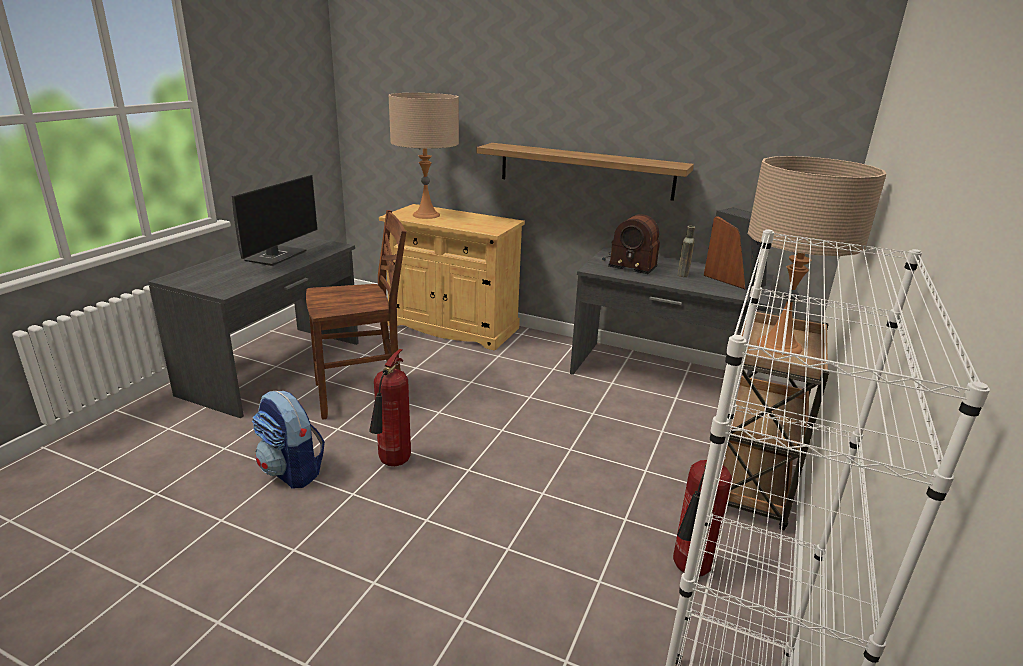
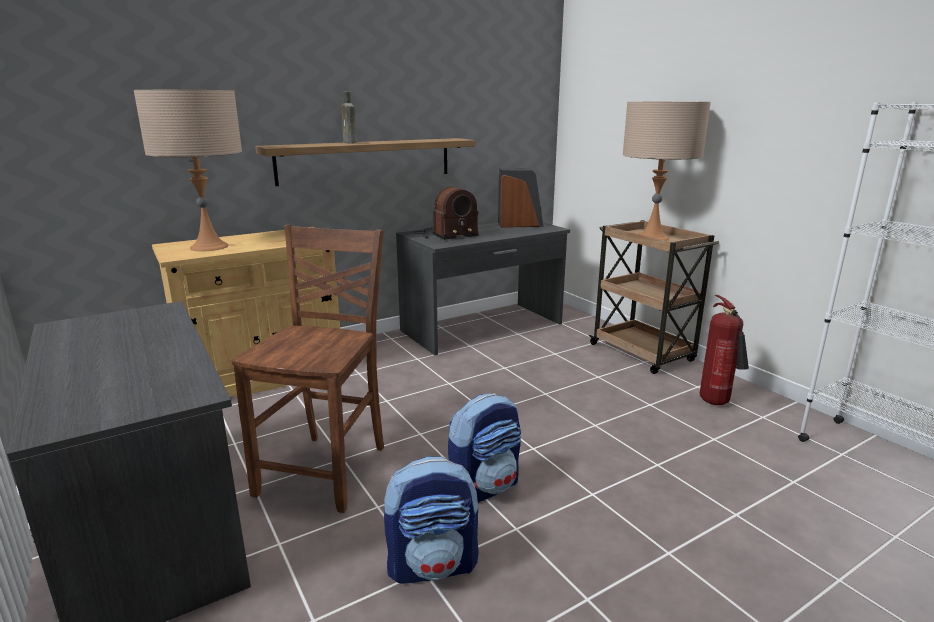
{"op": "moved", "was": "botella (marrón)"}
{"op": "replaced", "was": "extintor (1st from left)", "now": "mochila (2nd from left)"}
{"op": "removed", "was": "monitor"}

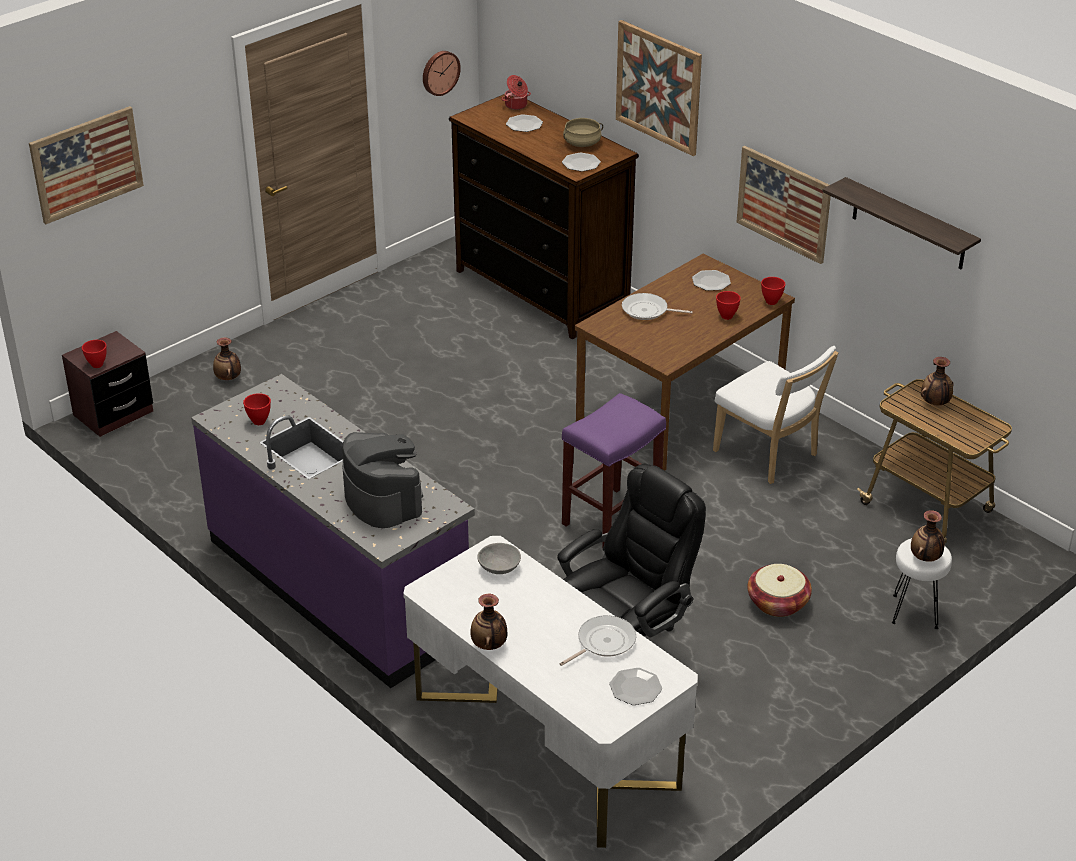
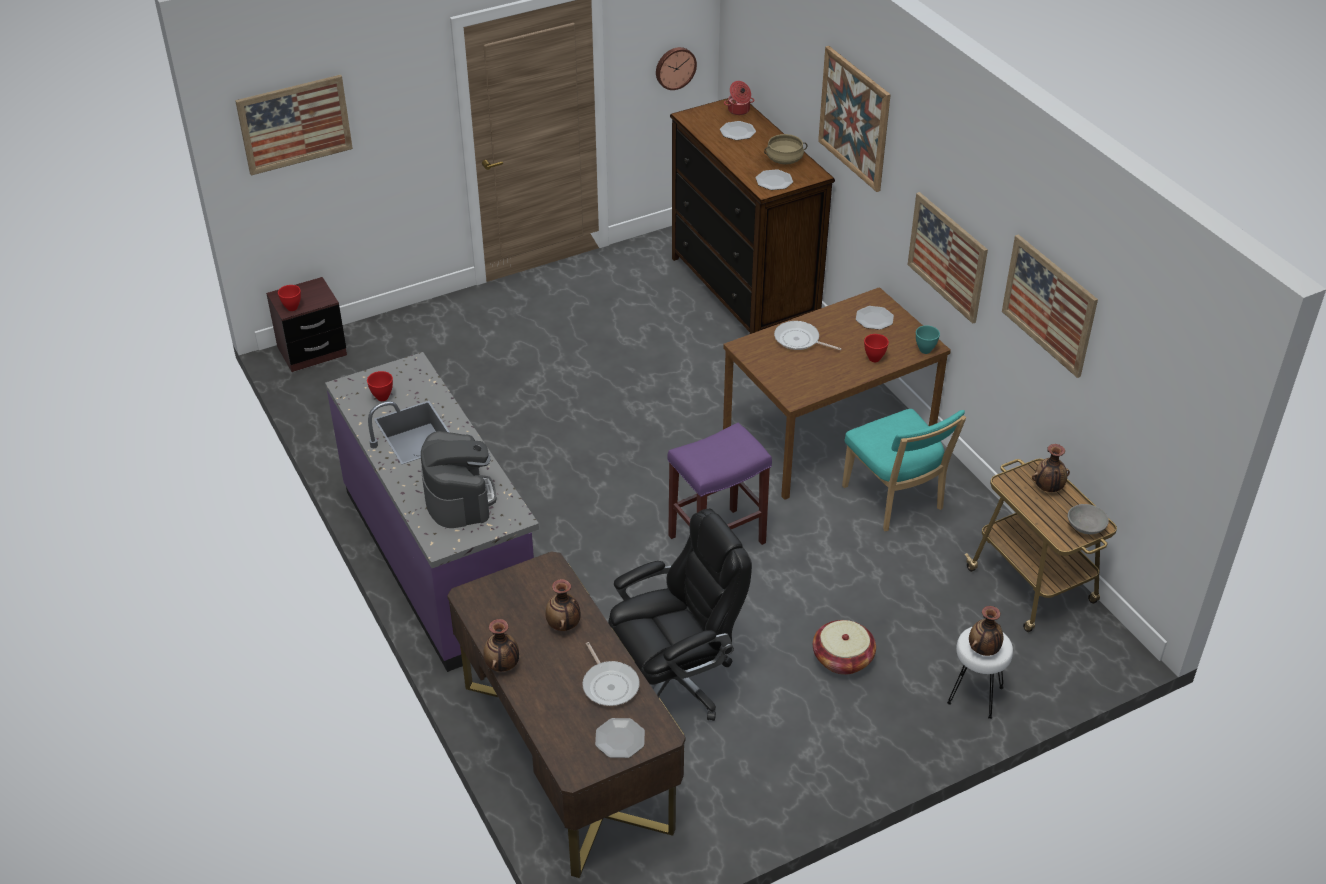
{"op": "recoloured", "was": "escritorio (blanco)", "now": "escritorio (marrón)"}
{"op": "moved", "was": "florero (1st from left in the first image)", "now": "florero (2nd from left)"}
{"op": "turned", "was": "sartén (1st from left)", "clockwise": 90}
{"op": "recoloured", "was": "silla (blanco)", "now": "silla (turquesa)"}
{"op": "recoloured", "was": "cuenco (rojo) (4th from left)", "now": "cuenco (turquesa)"}
{"op": "replaced", "was": "estante", "now": "cuadro (4th from left)"}
{"op": "moved", "was": "cuenco (gris)"}

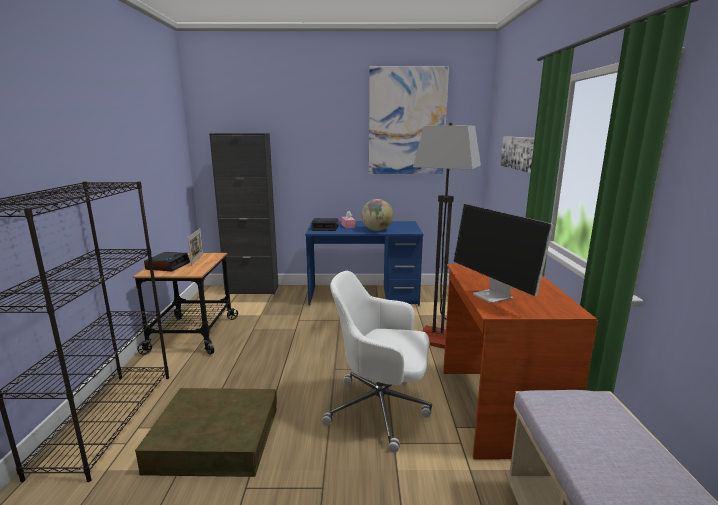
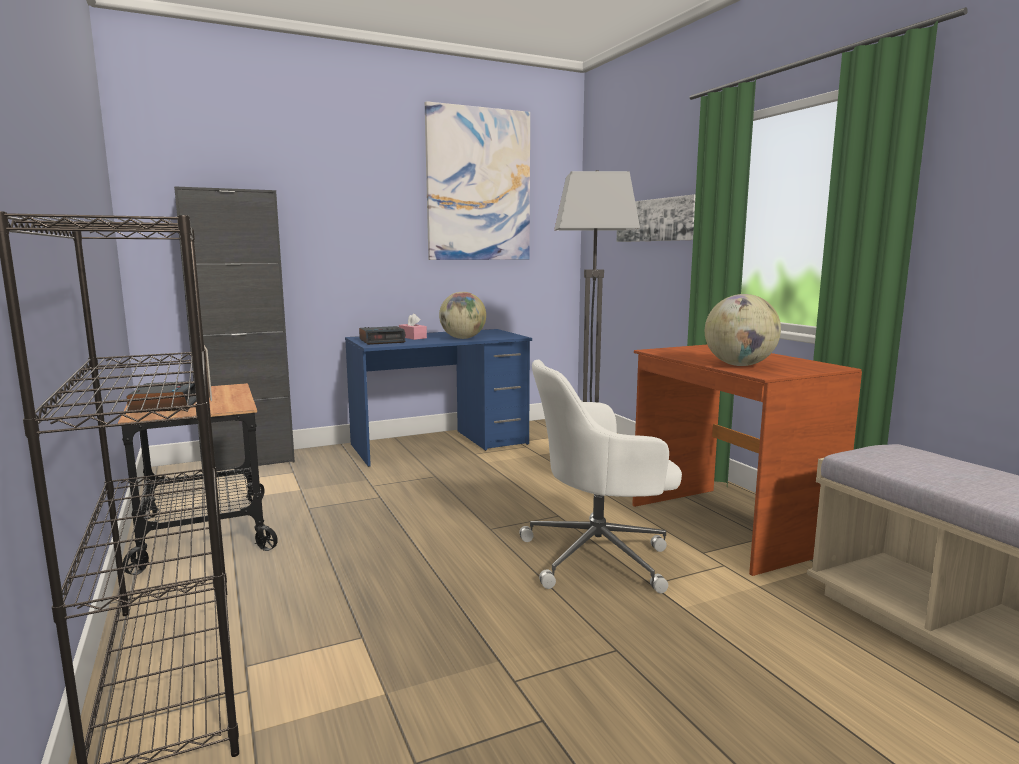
{"op": "replaced", "was": "monitor", "now": "globo terráqueo (2nd from left)"}
{"op": "removed", "was": "caja de almacenaje (marrón)"}

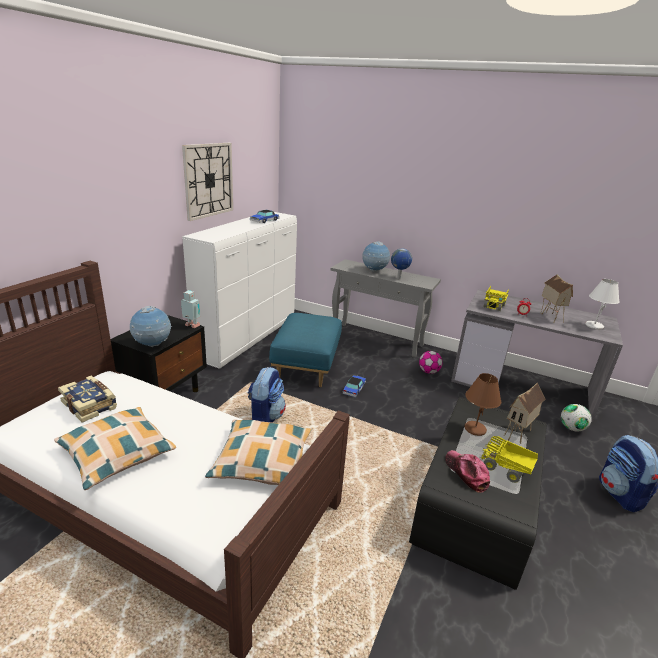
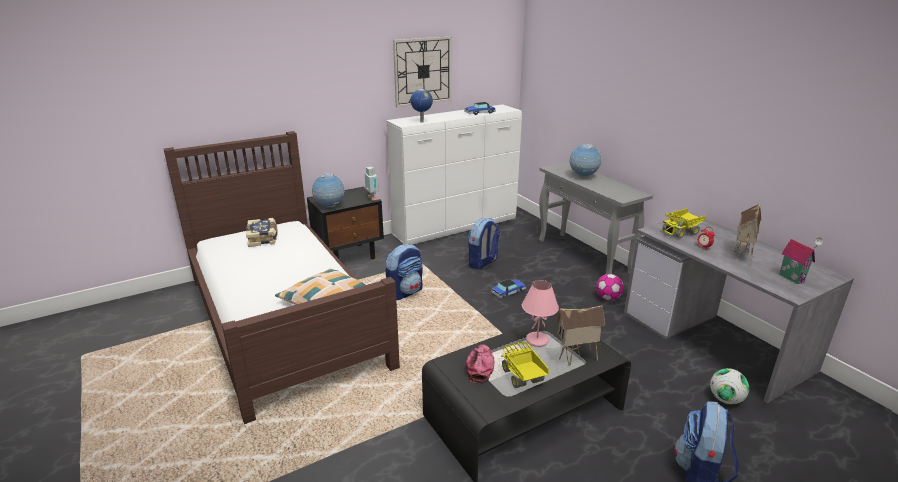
{"op": "moved", "was": "globo terráqueo (3rd from left in the first image)", "now": "globo terráqueo (2nd from left)"}
{"op": "replaced", "was": "puf (azul)", "now": "mochila (2nd from left)"}
{"op": "recoloured", "was": "lámpara de mesa (marrón)", "now": "lámpara de mesa (rosa)"}
{"op": "replaced", "was": "lámpara de mesa (blanco)", "now": "casita (3rd from left)"}
{"op": "removed", "was": "cojín (1st from left)"}

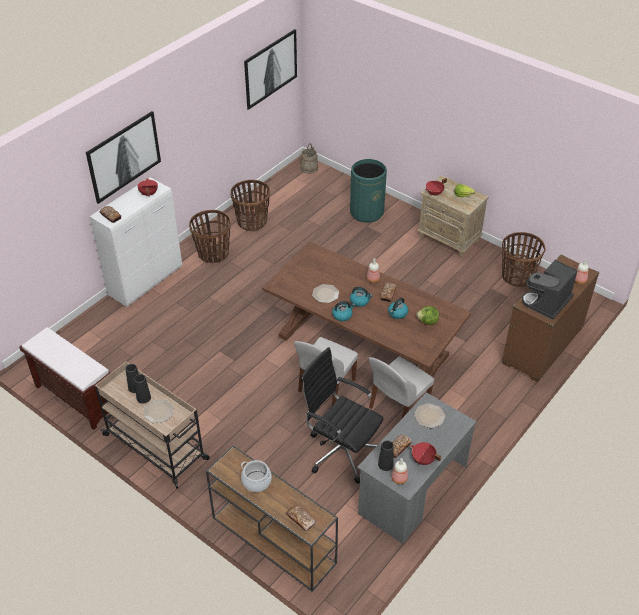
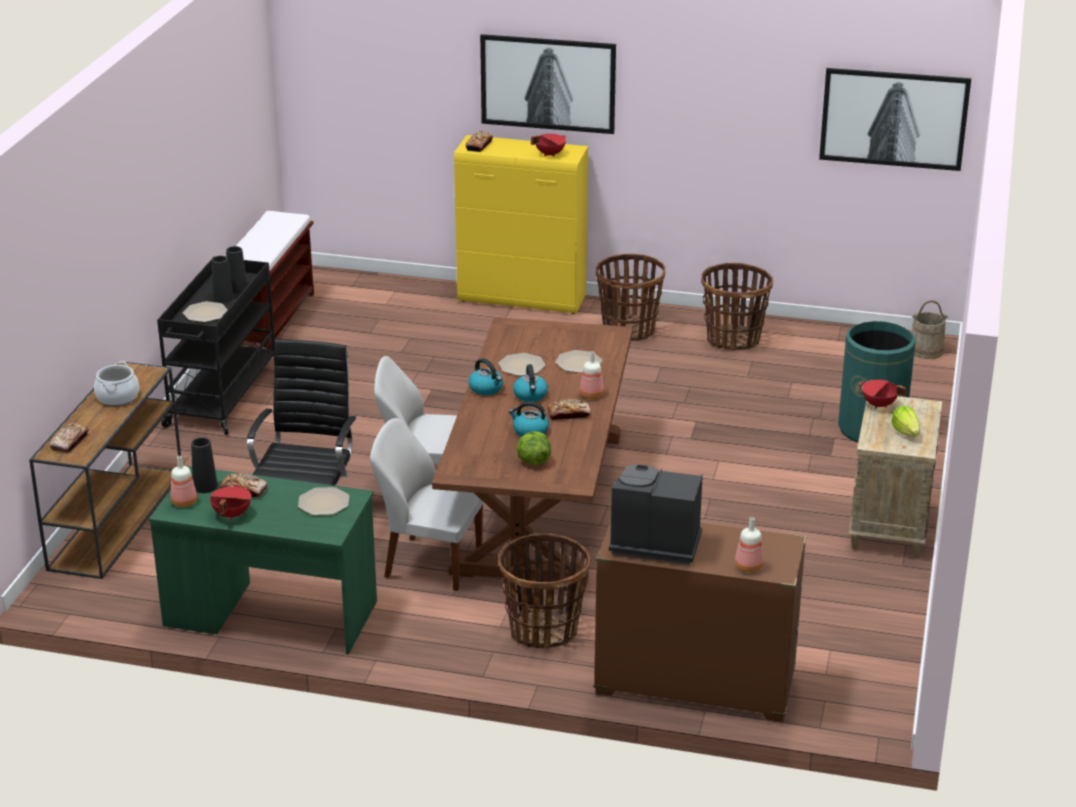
{"op": "recoloured", "was": "escritorio (gris)", "now": "escritorio (verde)"}
{"op": "recoloured", "was": "carrito (beis)", "now": "carrito (negro)"}
{"op": "recoloured", "was": "armario (blanco)", "now": "armario (amarillo)"}
{"op": "moved", "was": "cesta (3rd from left in the first image)", "now": "cesta (1st from left)"}
{"op": "added", "now": "plato (4th from left)"}

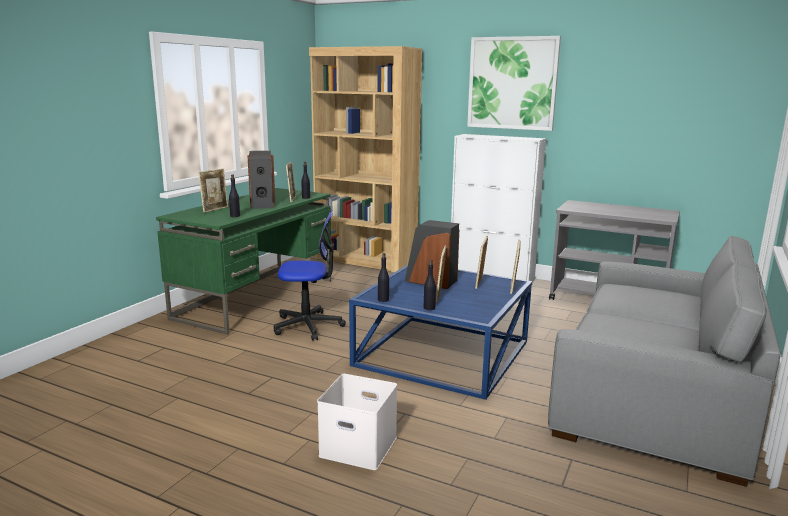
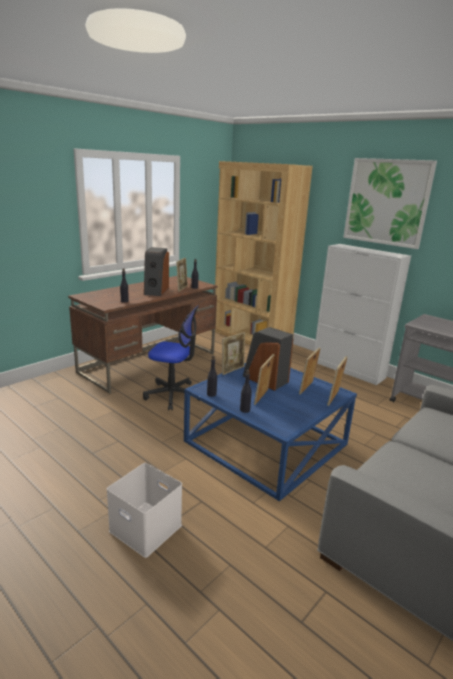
{"op": "recoloured", "was": "escritorio (verde)", "now": "escritorio (marrón)"}
{"op": "moved", "was": "portarretratos (1st from left in the first image)", "now": "portarretratos (2nd from left)"}

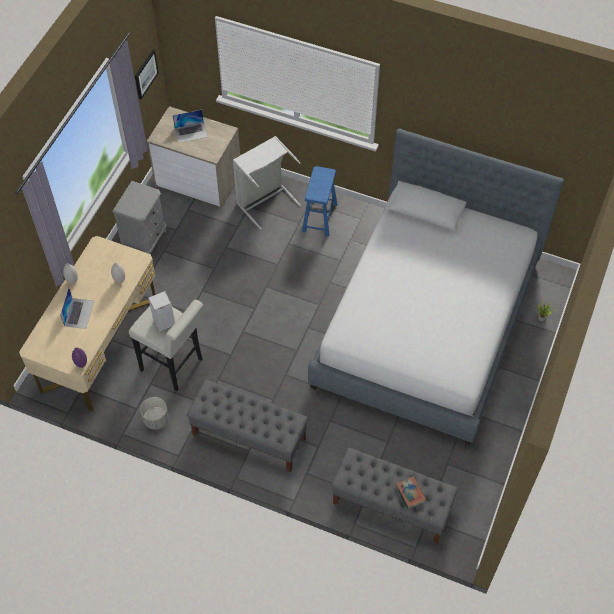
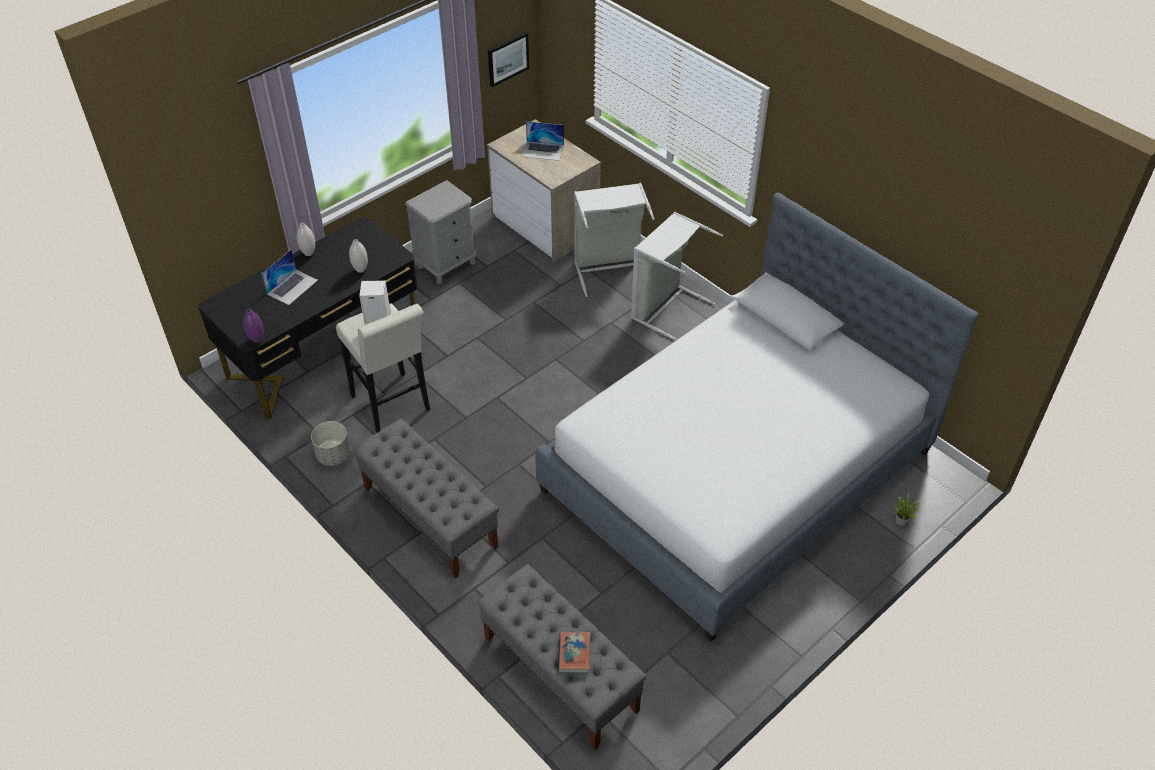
{"op": "recoloured", "was": "escritorio (beis)", "now": "escritorio (negro)"}
{"op": "replaced", "was": "taburete (azul)", "now": "cesto de la ropa (gris) (2nd from left)"}

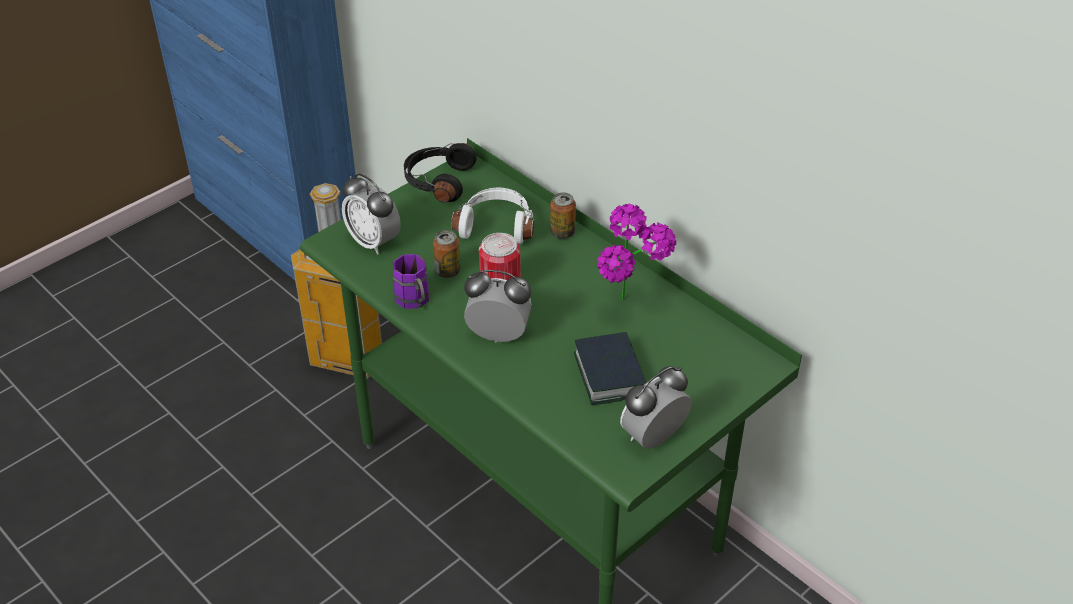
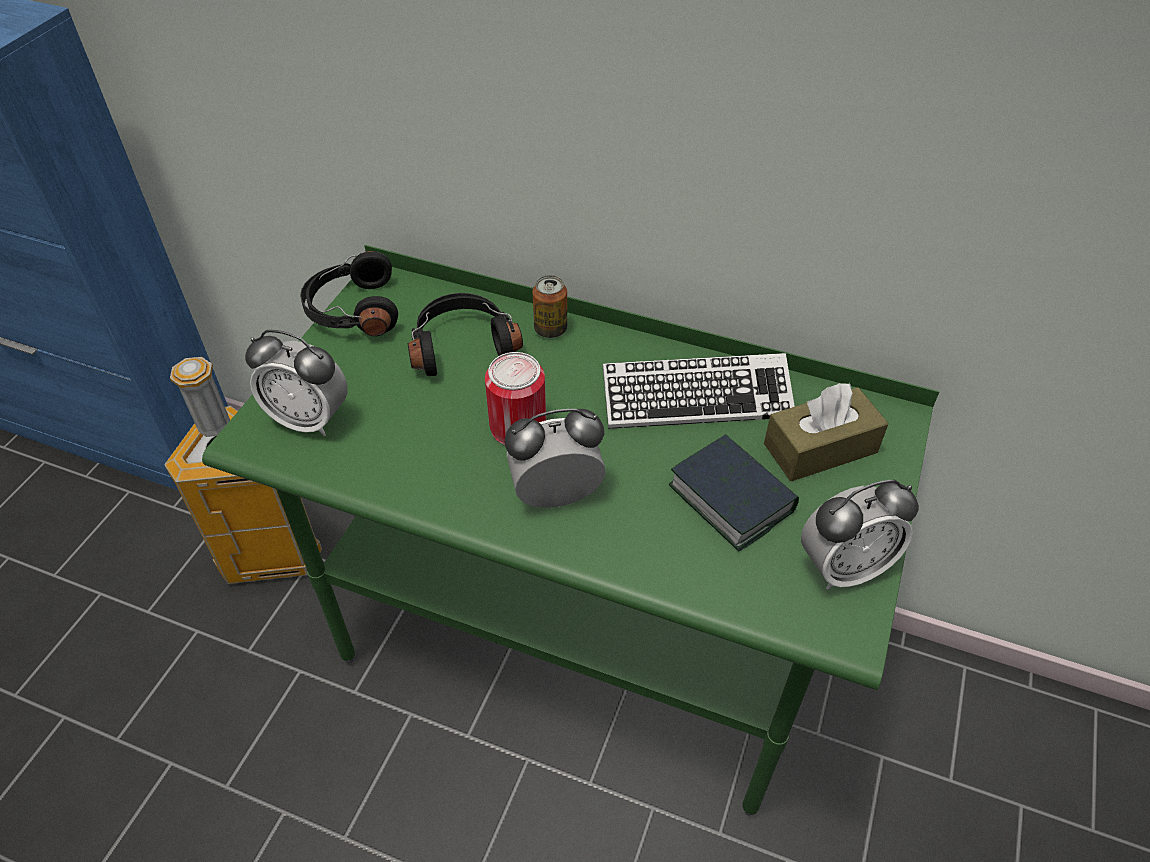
{"op": "recoloured", "was": "auriculares (blanco)", "now": "auriculares (negro) (2nd from left)"}
{"op": "replaced", "was": "planta en maceta", "now": "teclado"}
{"op": "added", "now": "caja de pañuelos (marrón)"}
{"op": "turned", "was": "despertador (3rd from left)", "clockwise": -135}
{"op": "removed", "was": "taza grande (morado)"}
{"op": "removed", "was": "lata (1st from left)"}

